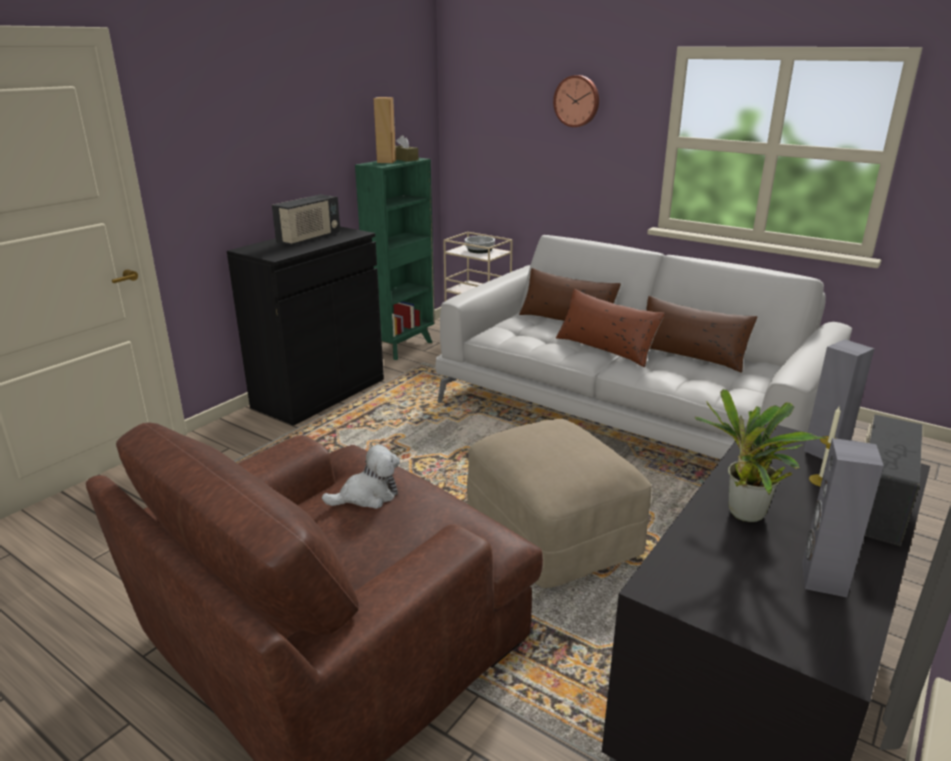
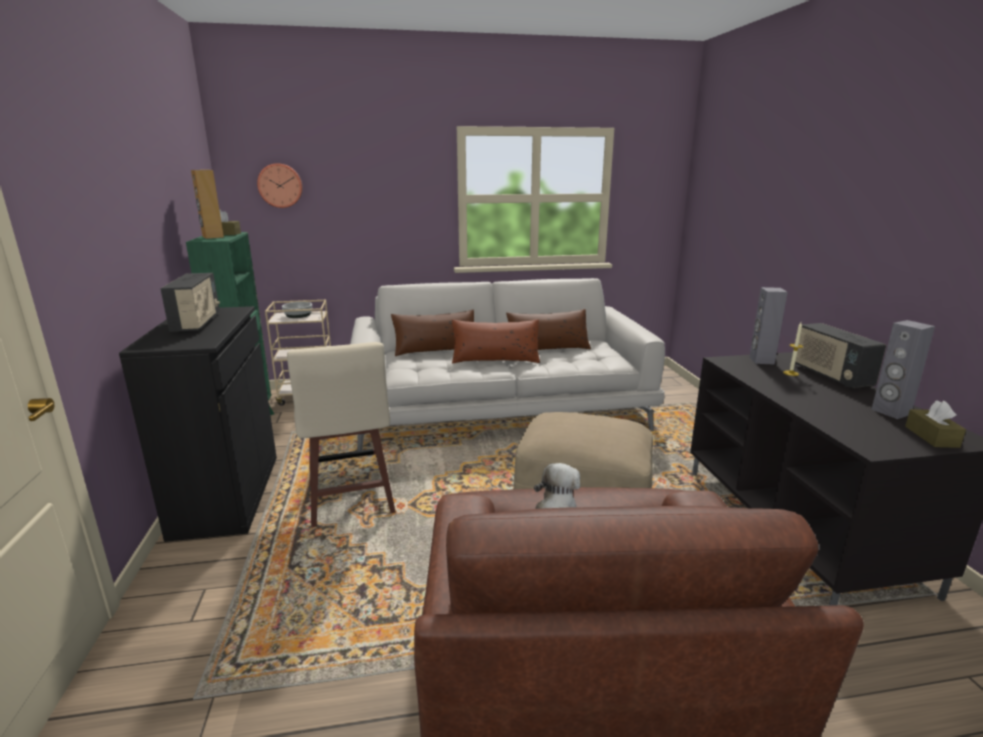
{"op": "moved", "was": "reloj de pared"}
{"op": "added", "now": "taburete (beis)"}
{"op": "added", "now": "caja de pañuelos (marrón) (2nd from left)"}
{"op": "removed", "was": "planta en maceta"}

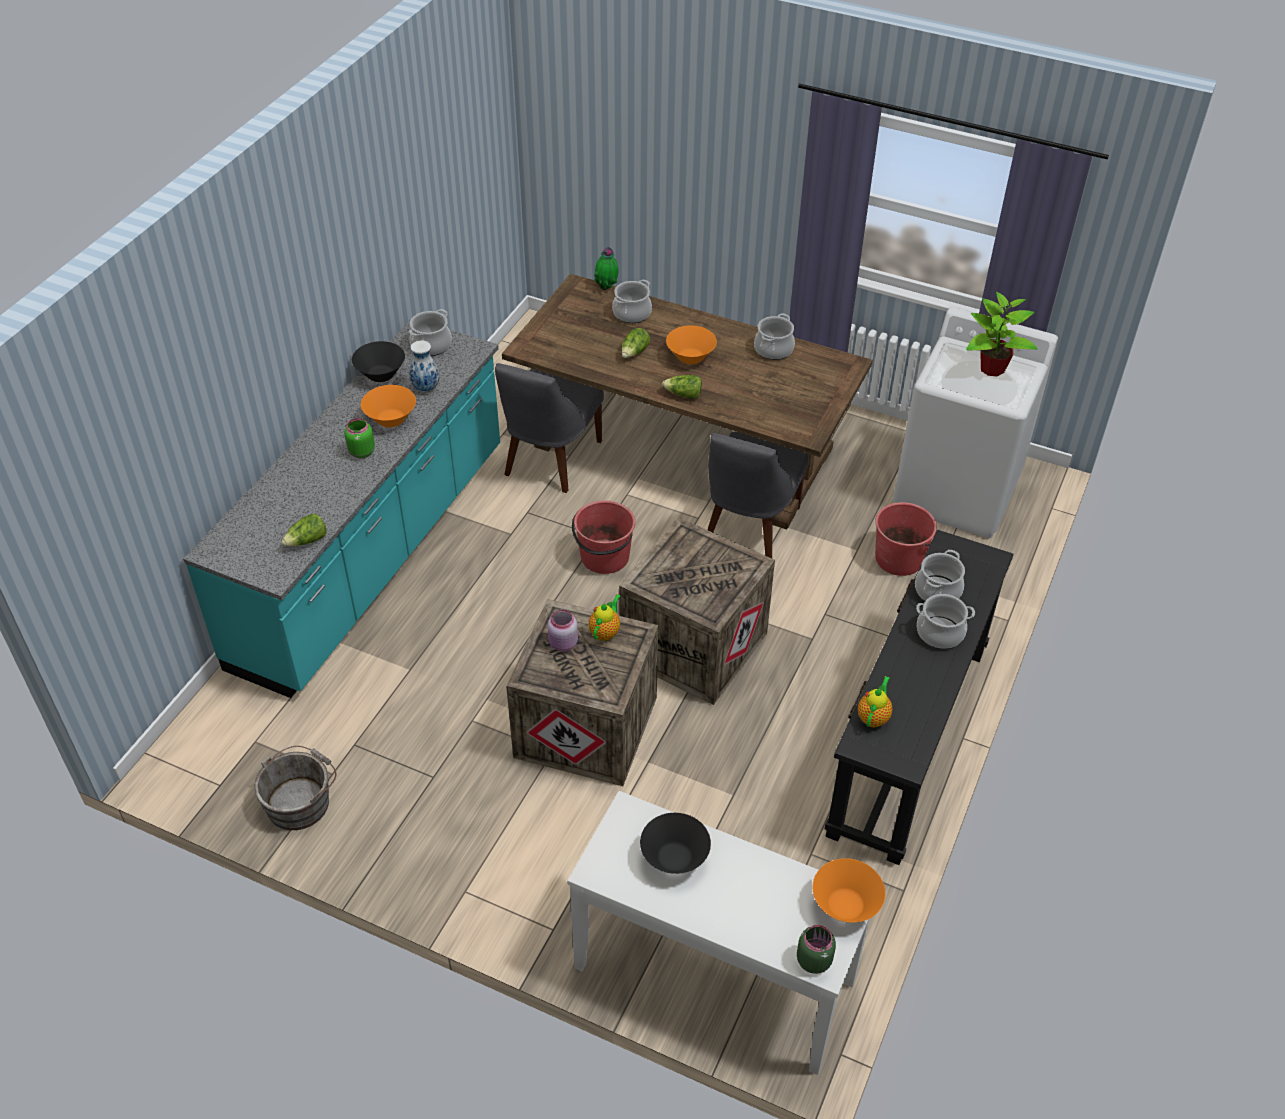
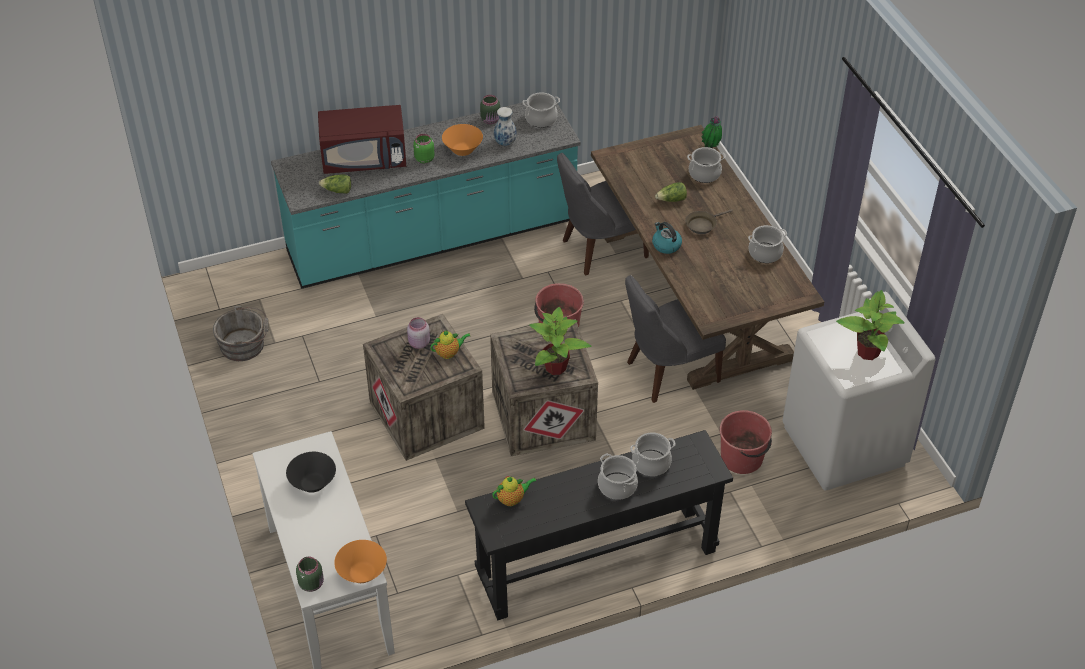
{"op": "added", "now": "microondas (rojo)"}
{"op": "replaced", "was": "cuenco (negro) (1st from left)", "now": "tarro (verde) (3rd from left)"}
{"op": "added", "now": "planta en maceta (1st from left)"}
{"op": "replaced", "was": "lechuga (3rd from left)", "now": "hervidor"}
{"op": "replaced", "was": "cuenco (naranja) (2nd from left)", "now": "sartén (marrón)"}

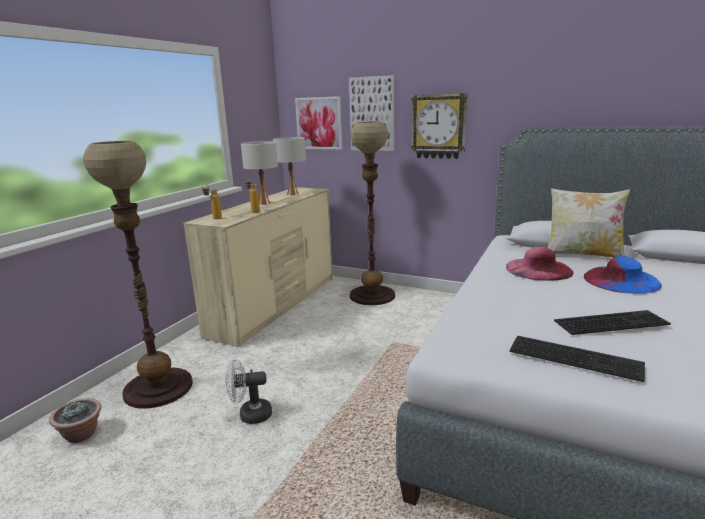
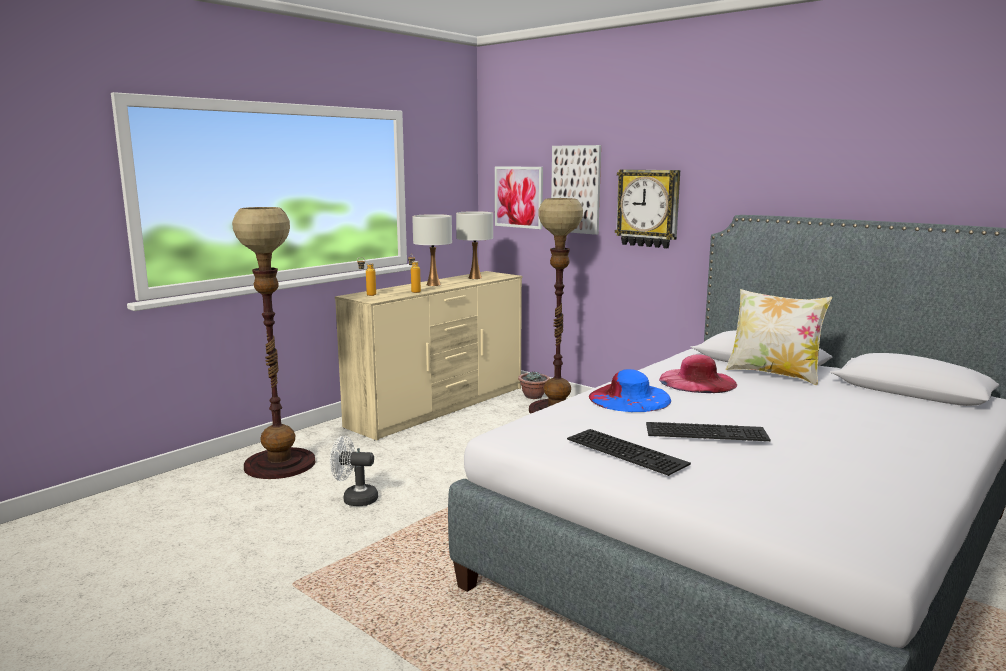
{"op": "moved", "was": "planta en maceta"}
{"op": "moved", "was": "sombrero (azul)"}

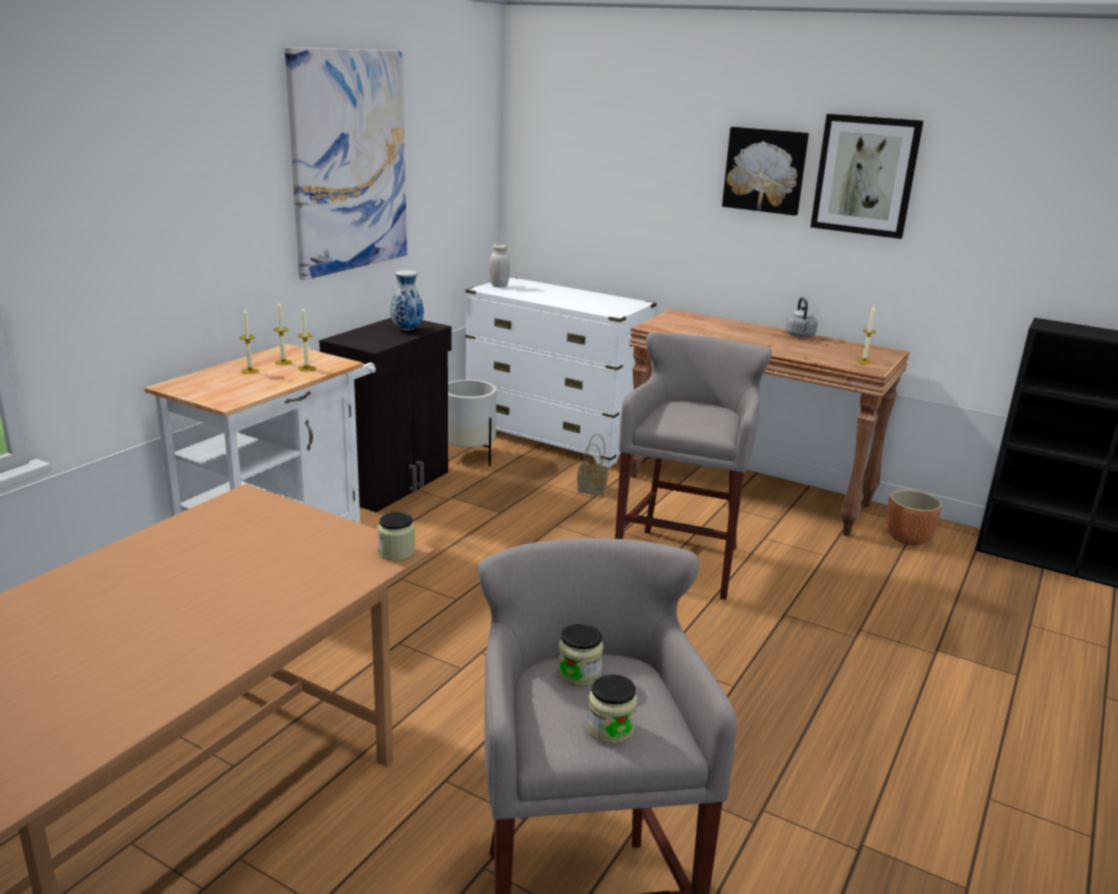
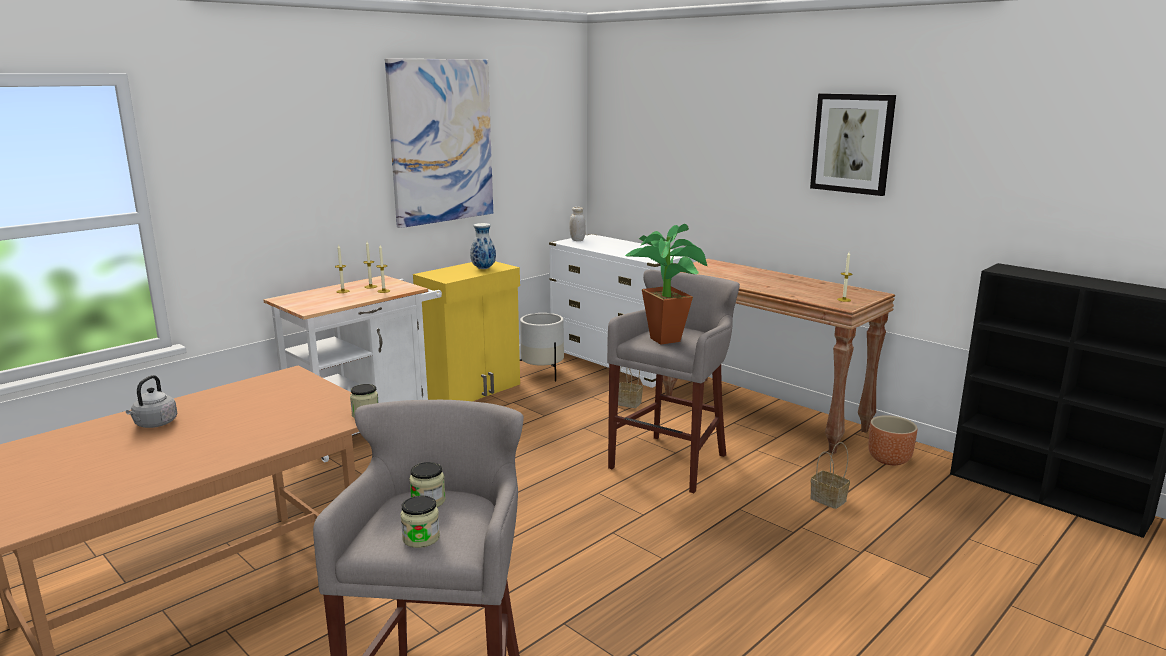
{"op": "moved", "was": "hervidor (gris)"}
{"op": "recoloured", "was": "armario (negro)", "now": "armario (amarillo)"}
{"op": "added", "now": "planta en maceta"}
{"op": "added", "now": "cesta (2nd from left)"}
{"op": "removed", "was": "cuadro (2nd from left)"}

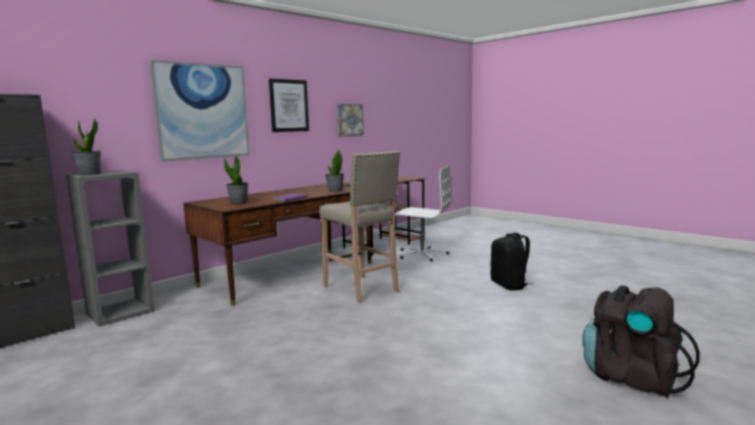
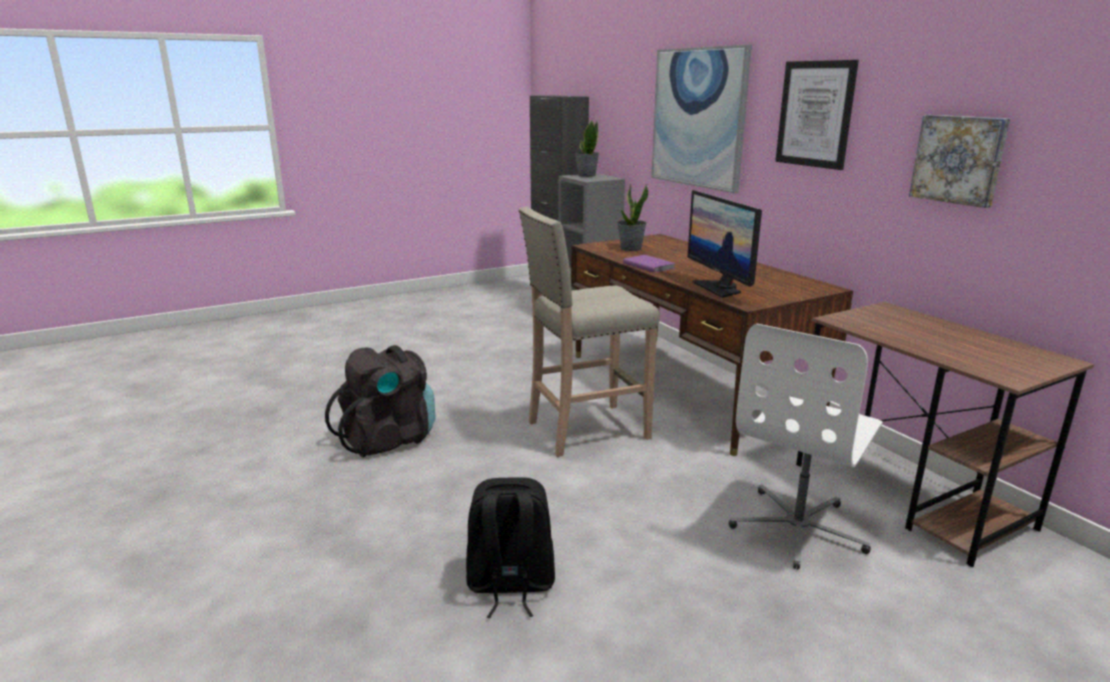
{"op": "moved", "was": "mochila (negro) (2nd from left in the first image)", "now": "mochila (negro) (1st from left)"}
{"op": "replaced", "was": "planta en maceta (3rd from left)", "now": "monitor"}

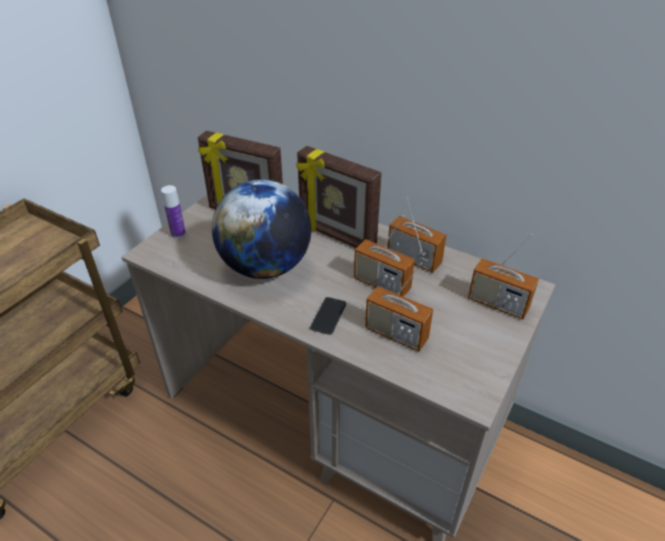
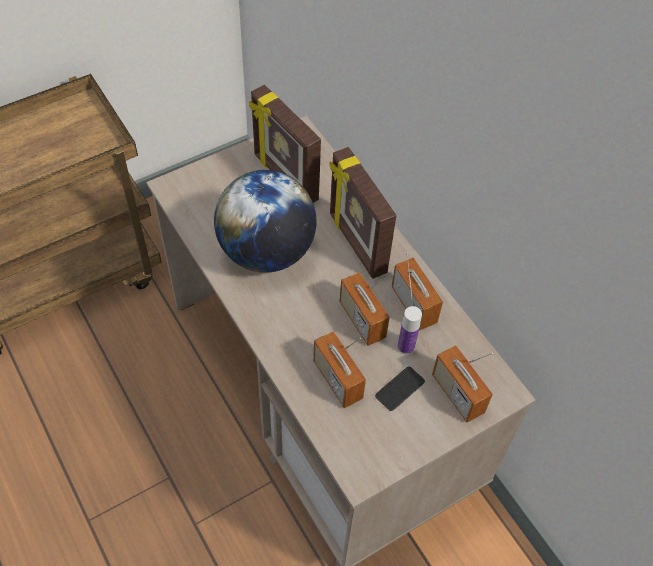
{"op": "moved", "was": "móvil"}
{"op": "moved", "was": "botella"}

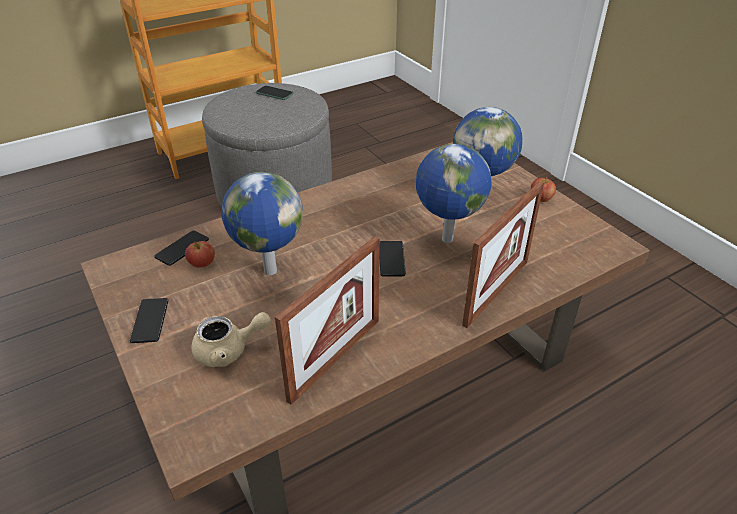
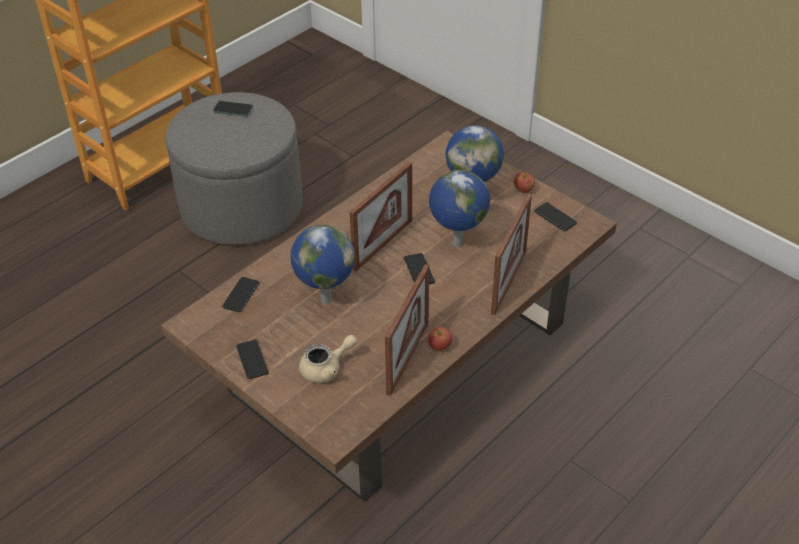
{"op": "added", "now": "portarretratos (1st from left)"}
{"op": "moved", "was": "manzana (1st from left)"}
{"op": "added", "now": "móvil (5th from left)"}

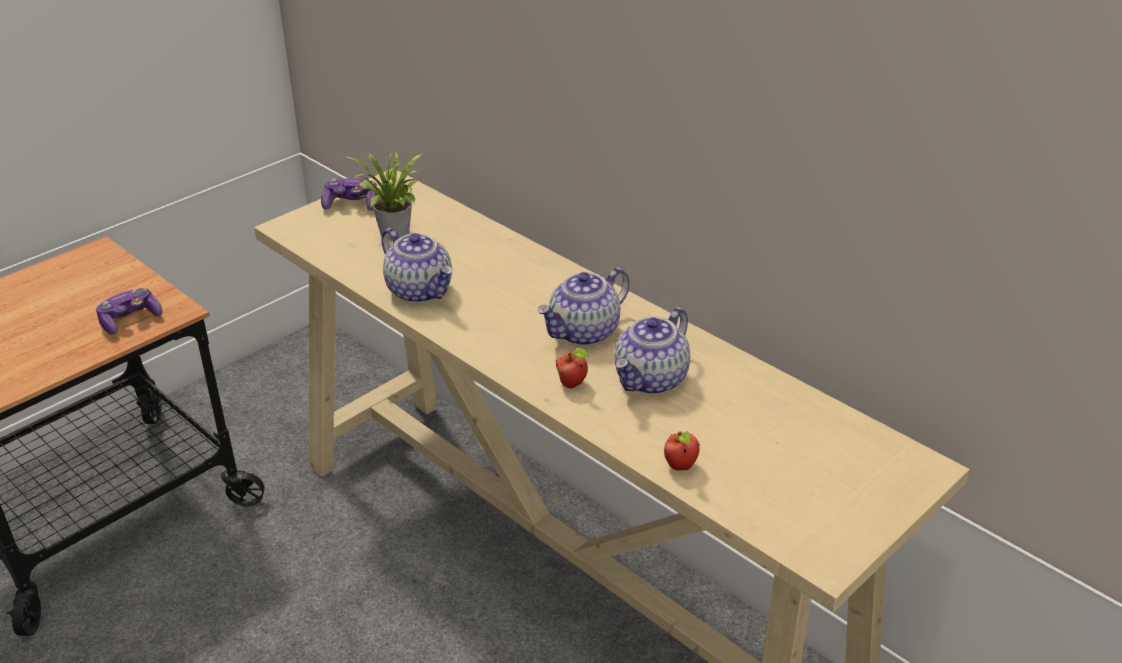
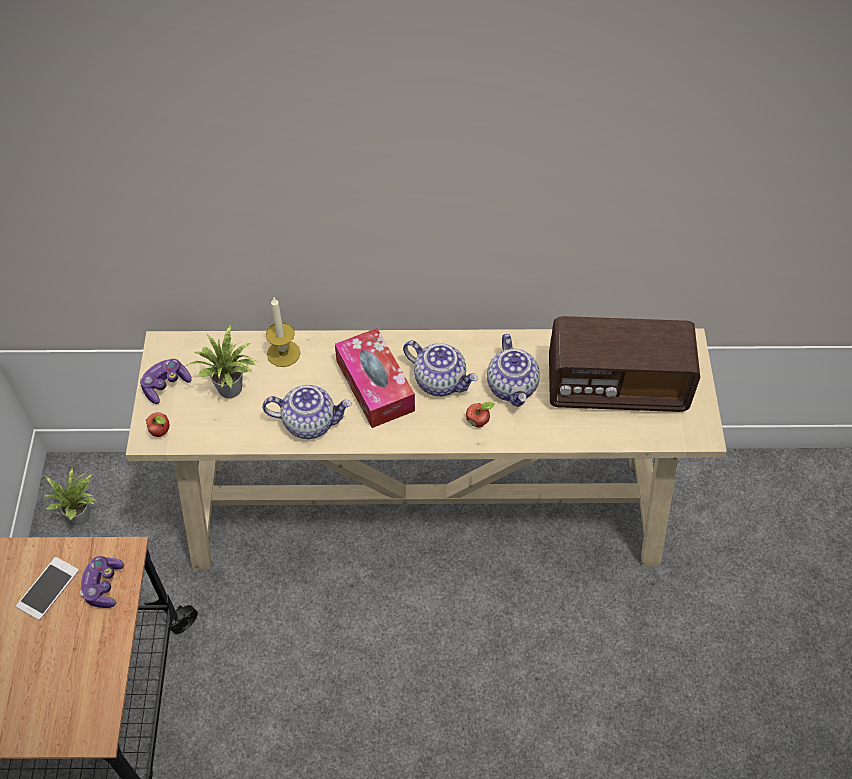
{"op": "added", "now": "móvil"}
{"op": "added", "now": "planta en maceta (1st from left)"}
{"op": "moved", "was": "manzana (2nd from left in the first image)", "now": "manzana (1st from left)"}
{"op": "added", "now": "vela"}
{"op": "added", "now": "caja de pañuelos"}
{"op": "turned", "was": "tetera (2nd from left)", "clockwise": -60}
{"op": "added", "now": "radio"}

